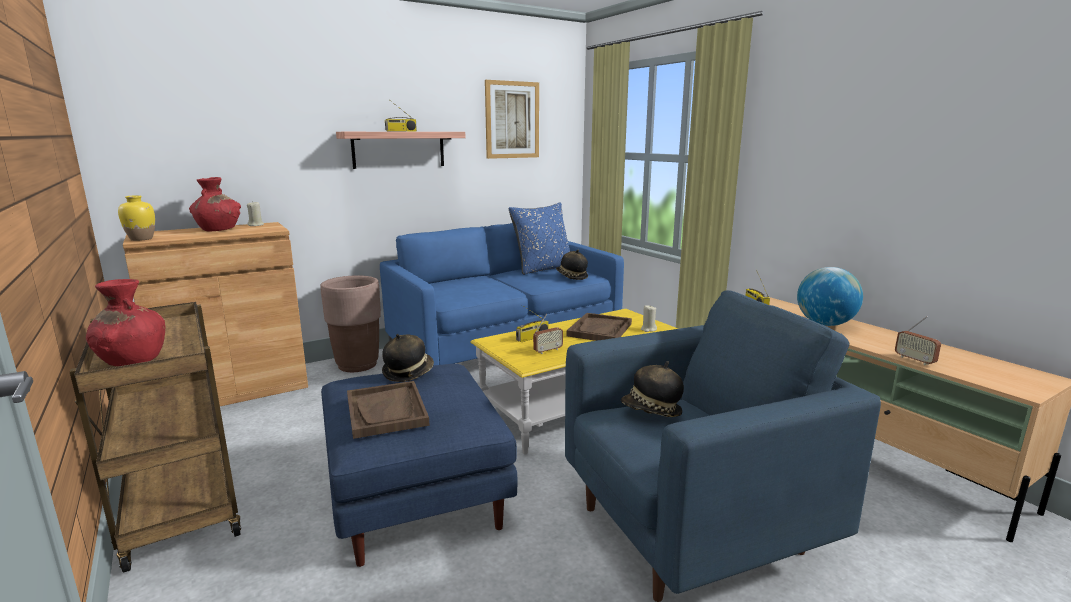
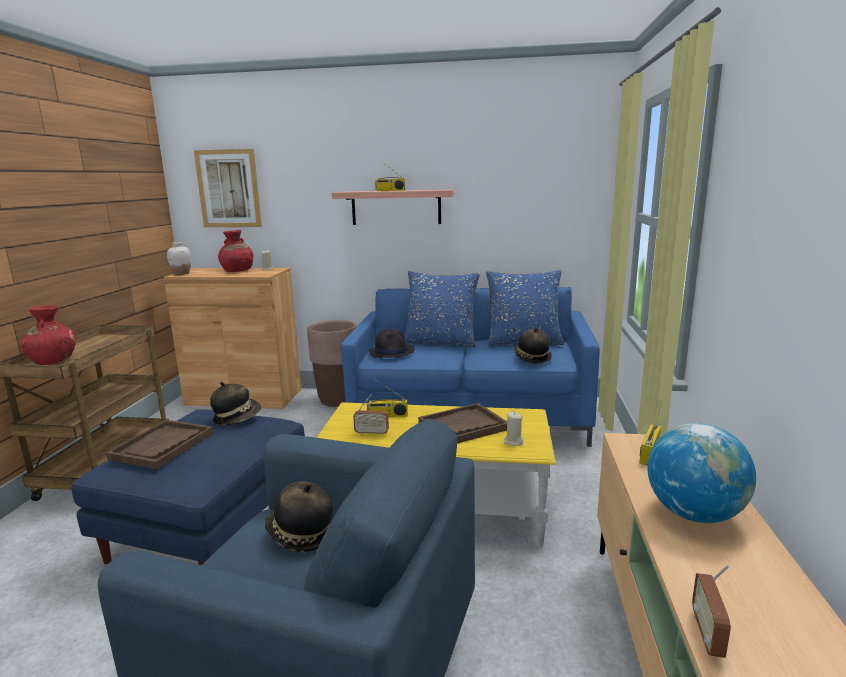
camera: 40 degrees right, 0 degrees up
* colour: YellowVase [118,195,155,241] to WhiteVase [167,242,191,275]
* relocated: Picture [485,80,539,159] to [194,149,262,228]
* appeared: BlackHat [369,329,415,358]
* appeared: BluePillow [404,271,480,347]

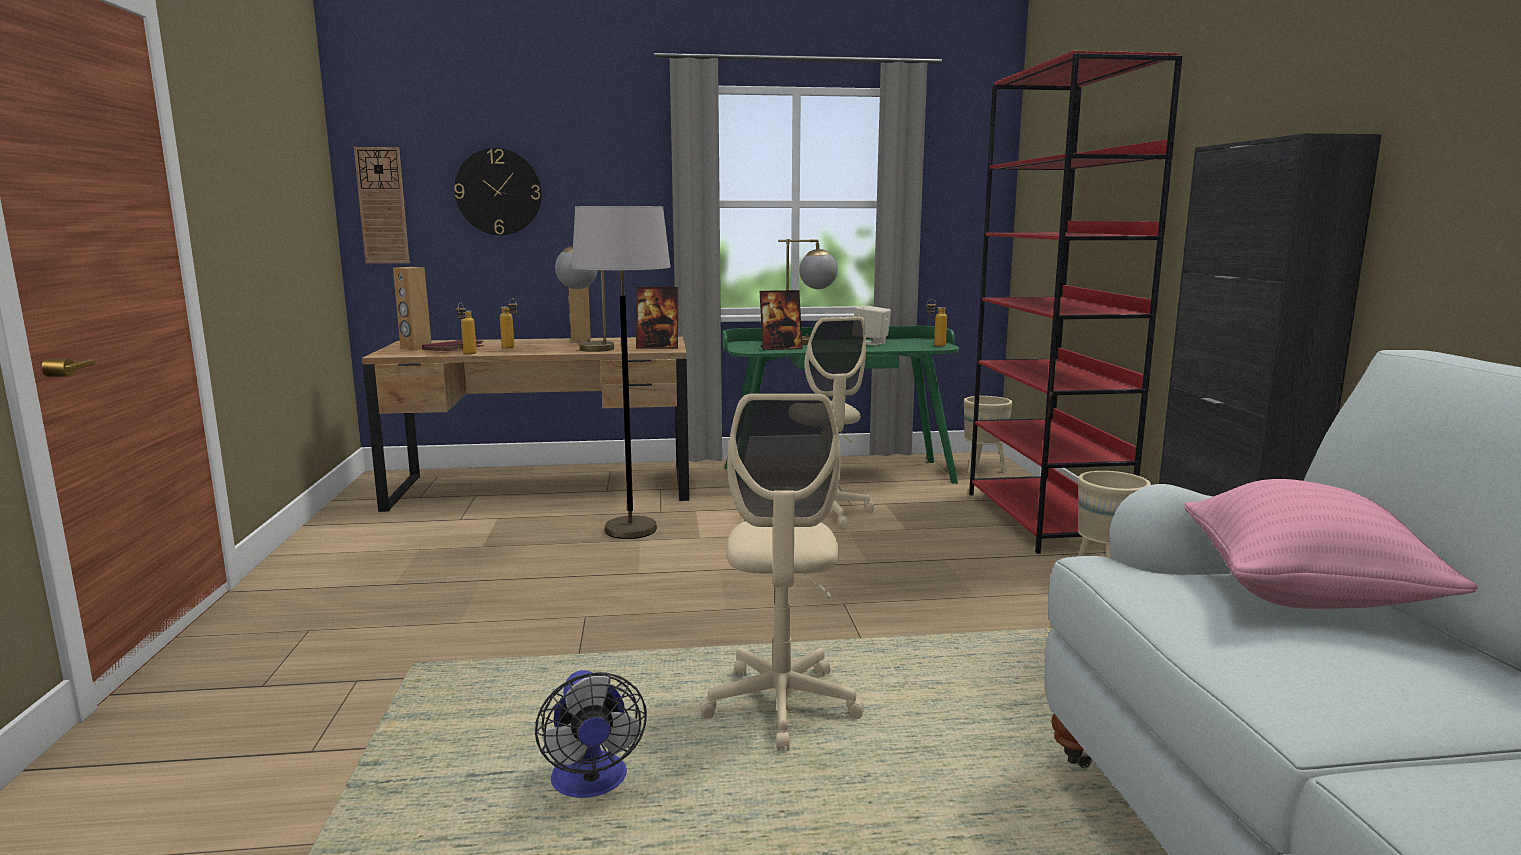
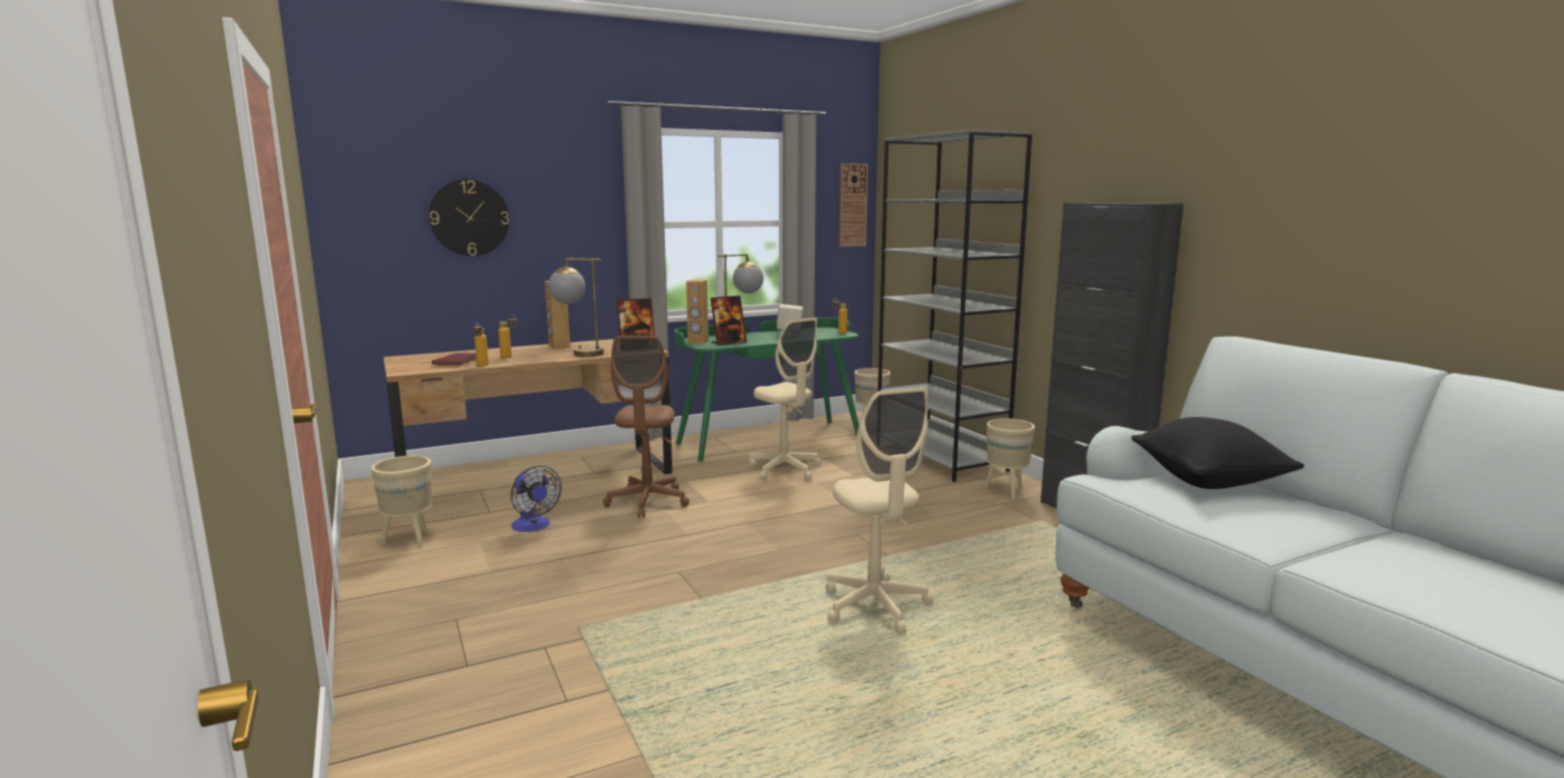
camera: 20 degrees left, 0 degrees up
* relocated: WallClock [354,147,410,264] to [839,163,868,247]
* relocated: BrownSpeaker [393,267,432,350] to [686,280,709,344]
* relocated: Fan [535,670,647,798] to [511,466,562,532]
* exchanged: GreyFloorLamp [572,206,671,539] to BrownOfficeChair [603,336,689,518]
* colour: RedBookcase [969,51,1183,554] to GreyBookcase [878,130,1032,482]
* colour: PinkPillow [1184,479,1478,609] to BlackPillow [1131,417,1304,489]
* appeared: BeigePlanter [371,456,432,548]

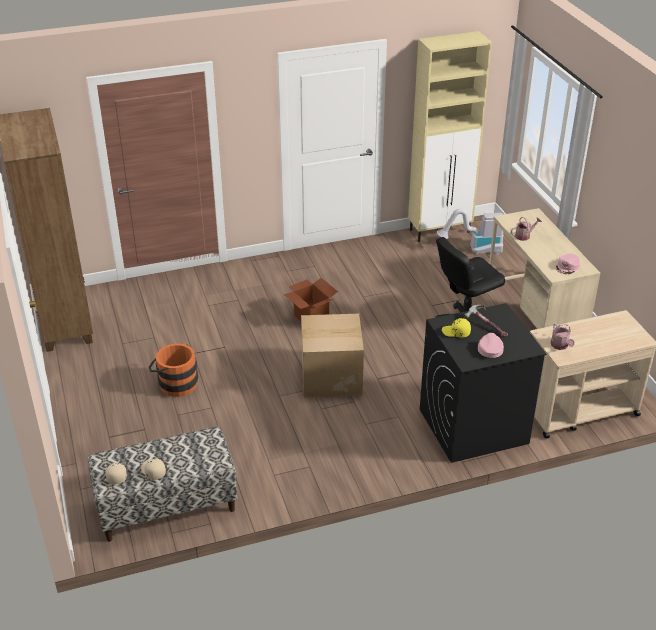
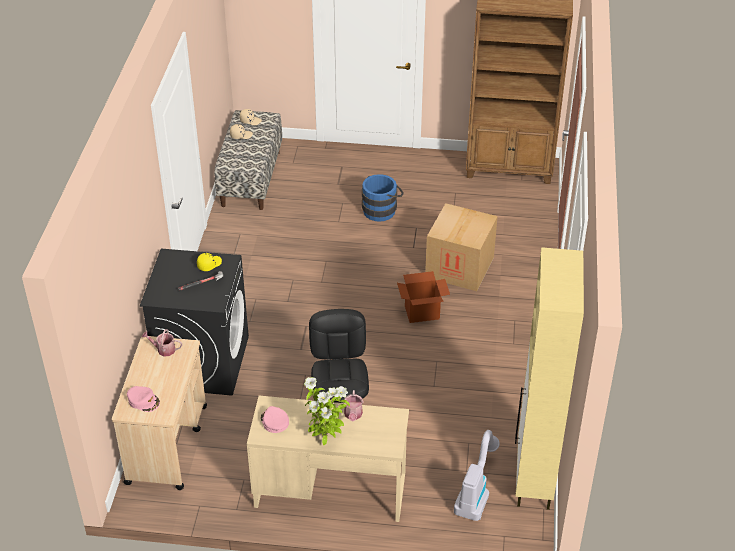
camera: 115 degrees right, 5 degrees up
* colour: OrangeBucket [149,344,198,397] to BlueBucket [362,174,404,222]
* relocated: CardboardBox [301,314,364,398] to [425,203,498,291]
* relocated: PinkCap [478,333,504,358] to [127,386,160,412]
* appeared: PottedPlant [304,377,350,445]

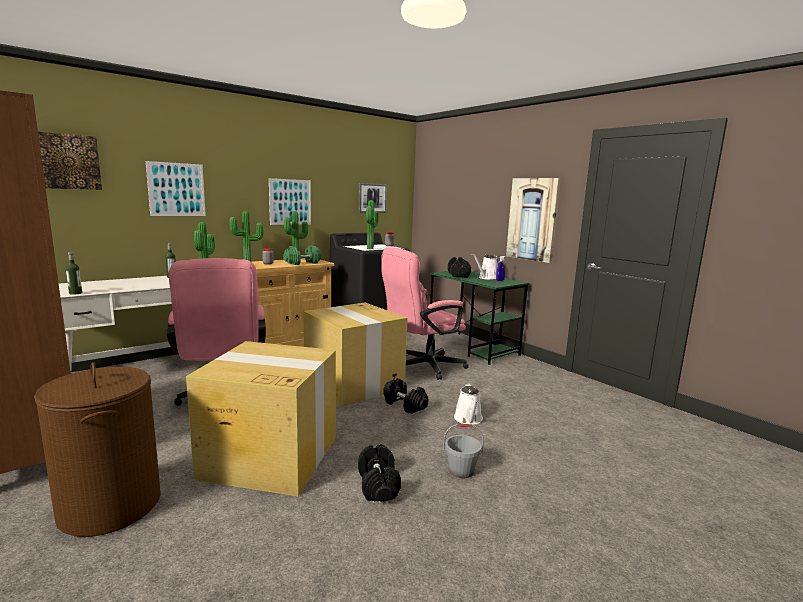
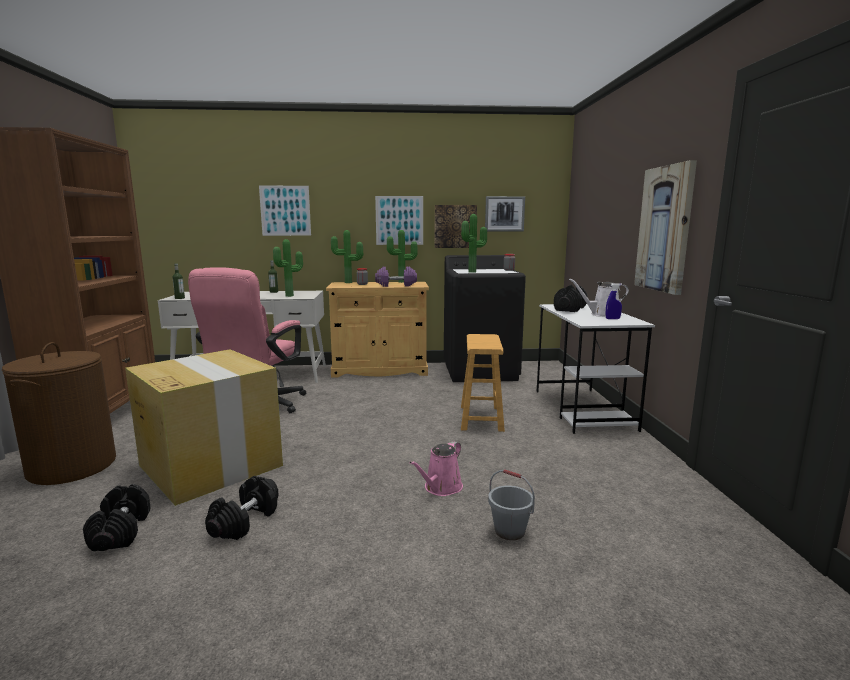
camera: 35 degrees right, 0 degrees up
* relocated: Picture [38,132,102,190] to [435,205,477,248]
* colour: GreenDumbbell [283,245,321,265] to PurpleDumbbell [375,266,417,287]
* missing: CardboardBox [303,303,408,407]
* exchanged: PinkOfficeChair [381,247,469,380] to BrownStool [461,334,505,432]
* relocated: BlackDumbbell [383,378,428,414] to [83,484,151,551]
* colour: GreenDesk [430,271,530,365] to WhiteDesk [536,304,655,434]
* relocated: GreyBucket [443,423,484,478] to [488,469,535,540]
* colour: WhiteWateringCan [454,383,483,425] to PinkWateringCan [410,441,463,496]

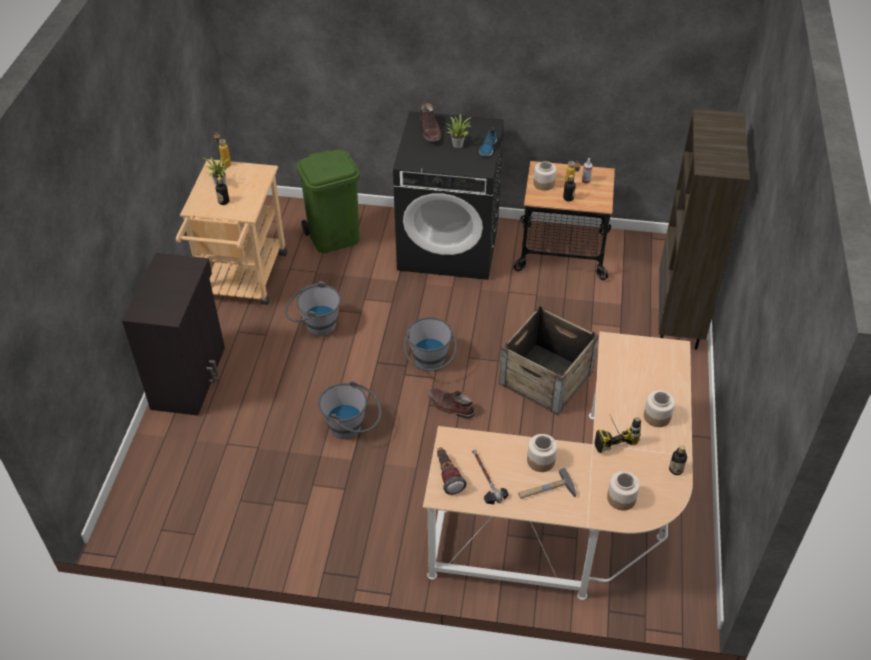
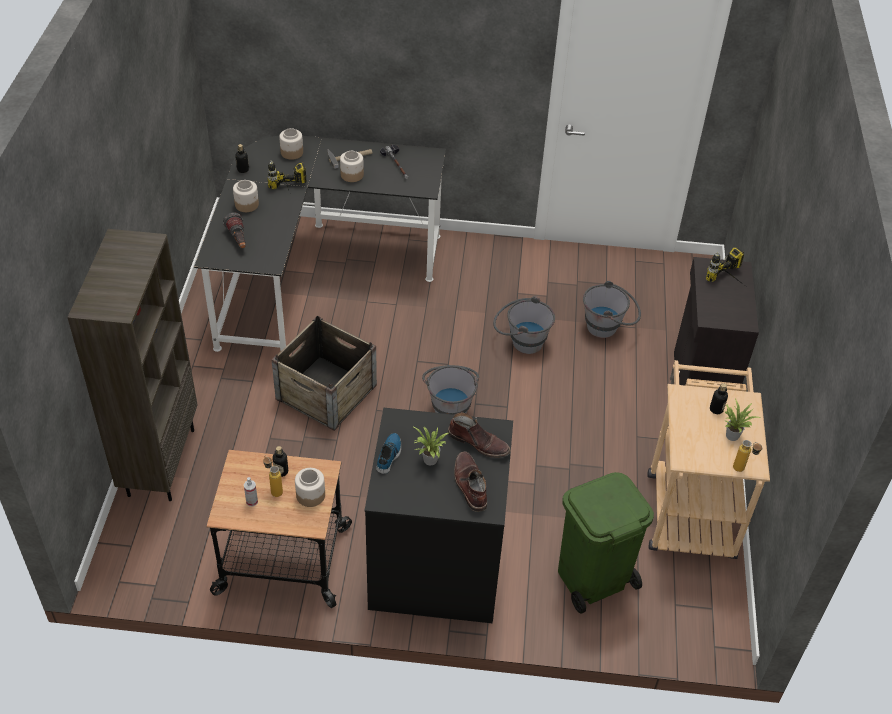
camera: 175 degrees right, 0 degrees up
* relocated: GreyBucket [285,281,341,336] to [583,281,641,338]
* colour: BeigeDesk [423,332,693,600] to BlackDesk [194,136,446,352]
* relocated: BrownBoot [428,388,475,419] to [447,412,511,458]
* relocated: Flashlight [437,447,467,495] to [223,212,246,248]
* appeared: PowerDrill [706,247,744,285]

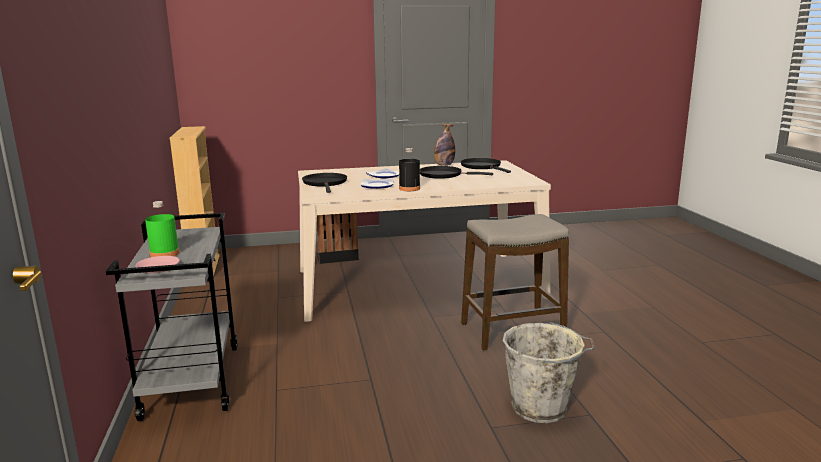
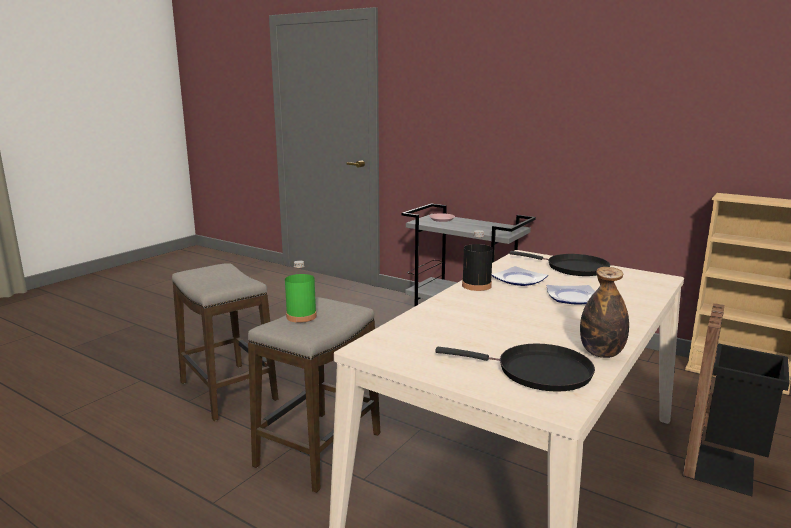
camera: 135 degrees right, 0 degrees up
* relocated: GreenBottle [145,201,180,257] to [285,260,317,323]
* missing: BlackFryingPan [420,166,493,179]
* exchanged: GreyBucket [503,322,595,423] to Stool [172,263,278,421]

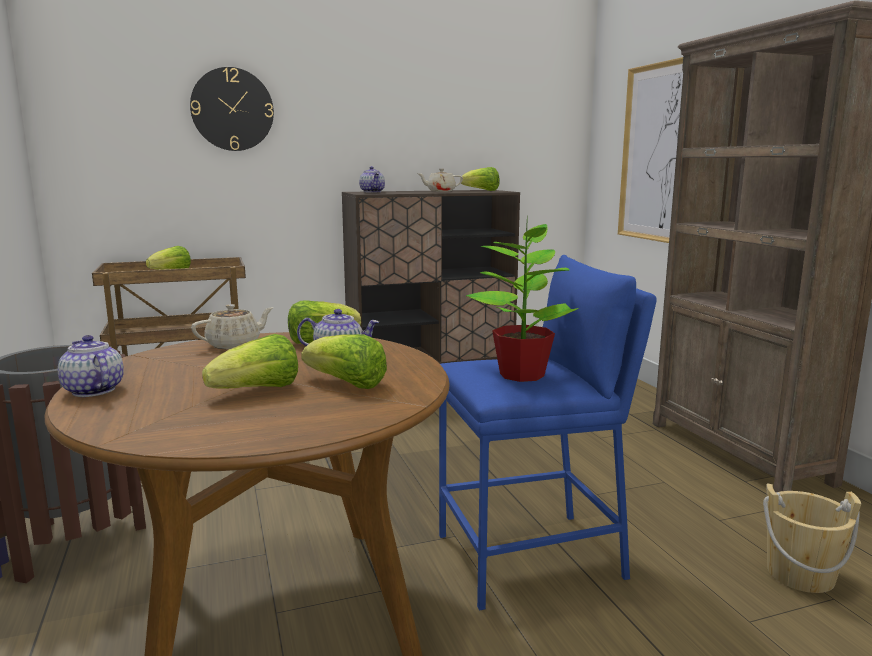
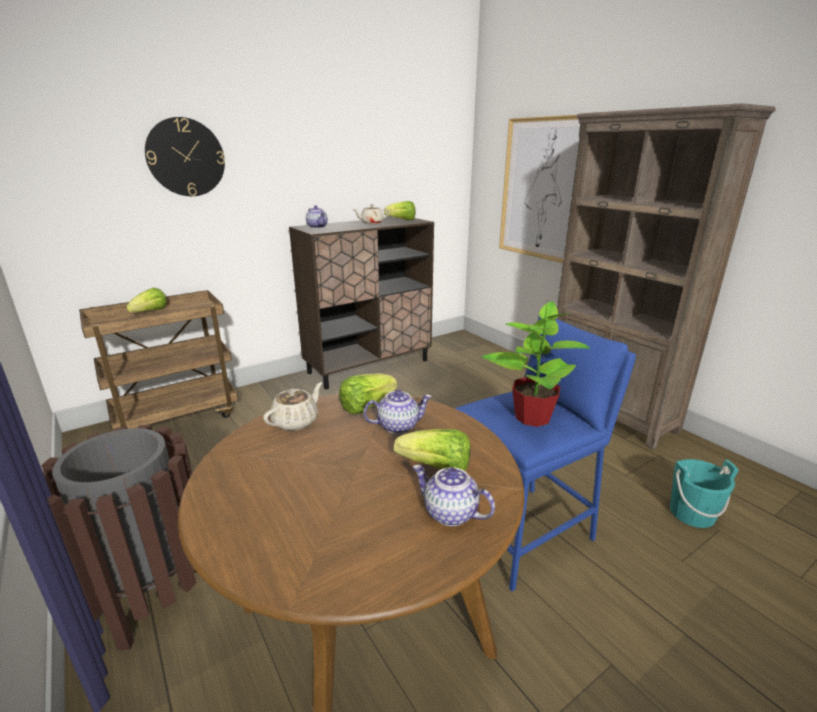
camera: 15 degrees left, 10 degrees up
* relocated: Teapot [58,335,124,397] to [413,465,495,526]
* missing: Lettuce [202,334,298,389]
* colour: BeigeBucket [763,483,861,593] to TurquoiseBucket [670,459,738,528]

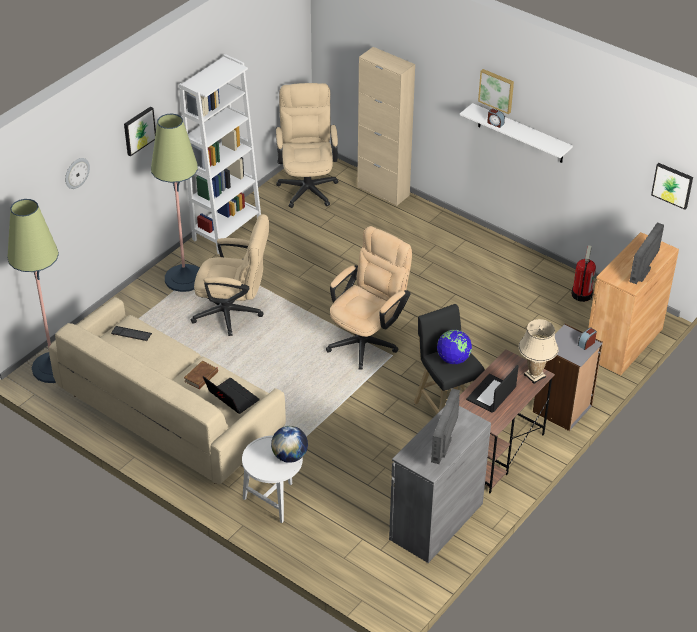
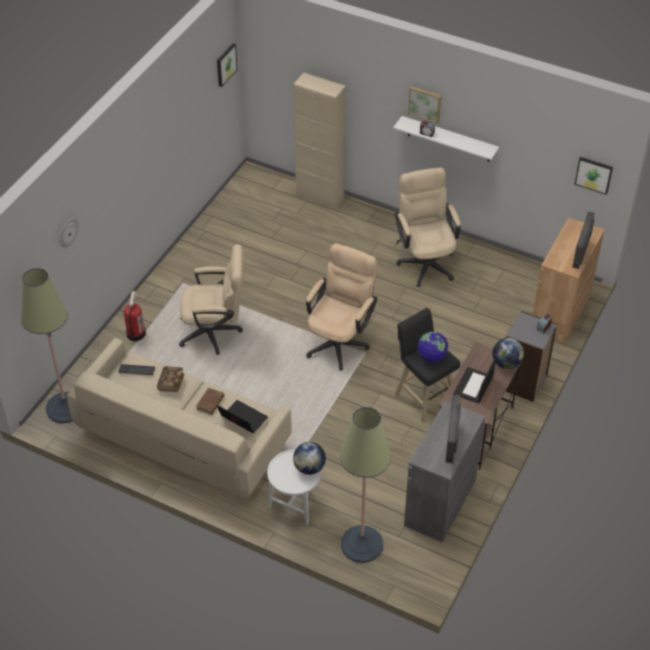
camera: 10 degrees left, 5 degrees up
* relocated: Picture [124,107,156,156] to [217,43,237,87]
* relocated: FloorLamp [151,114,199,292] to [340,407,391,563]
* missing: WhiteBookcase [179,54,261,254]
* relocated: BeigeOfficeChair [276,83,339,208] to [395,167,461,287]
* exchanged: BeigeTableLamp [518,319,559,384] to Globe [492,338,524,369]
* relocated: FireExtinguisher [572,245,596,302] to [124,291,146,341]
* appeared: Book [157,366,184,392]

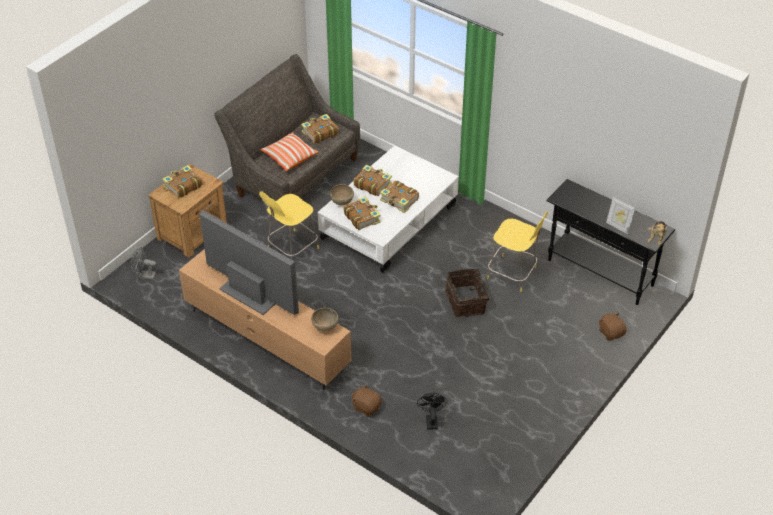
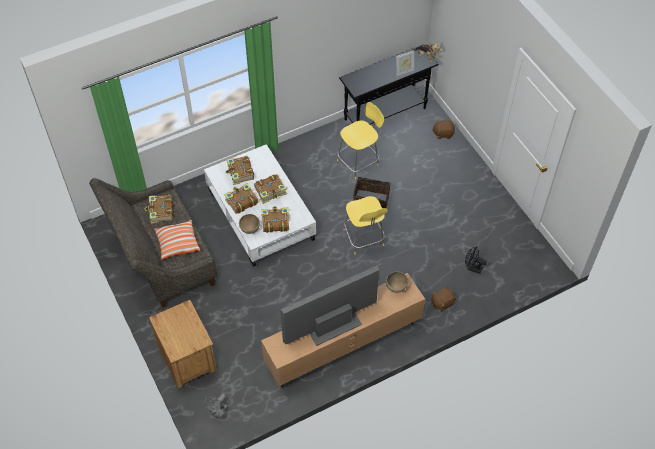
camera: 65 degrees left, 10 degrees up
* relocated: Book [162,165,203,198] to [225,156,254,185]
* relocated: YellowStool [259,191,319,260] to [343,196,388,255]

